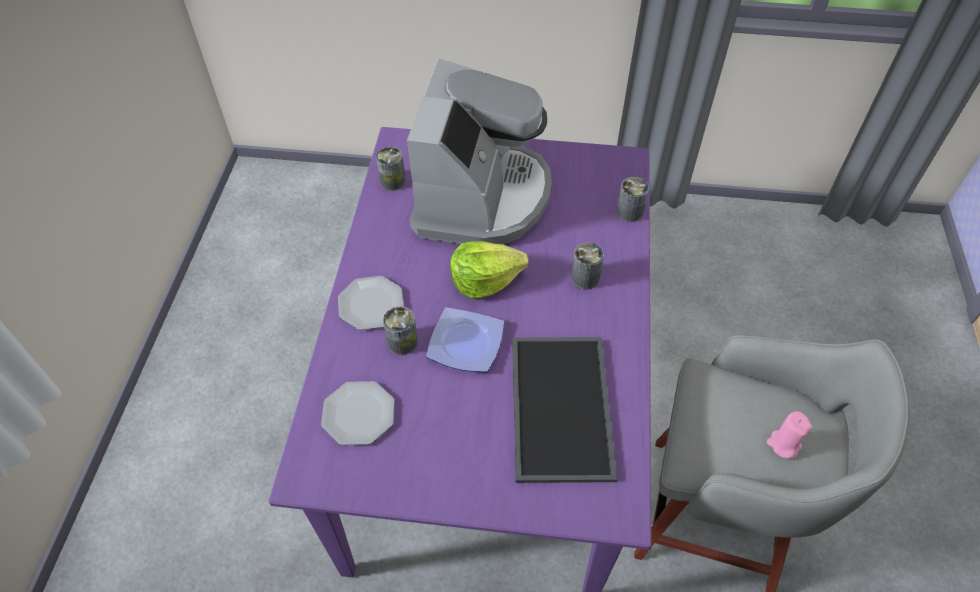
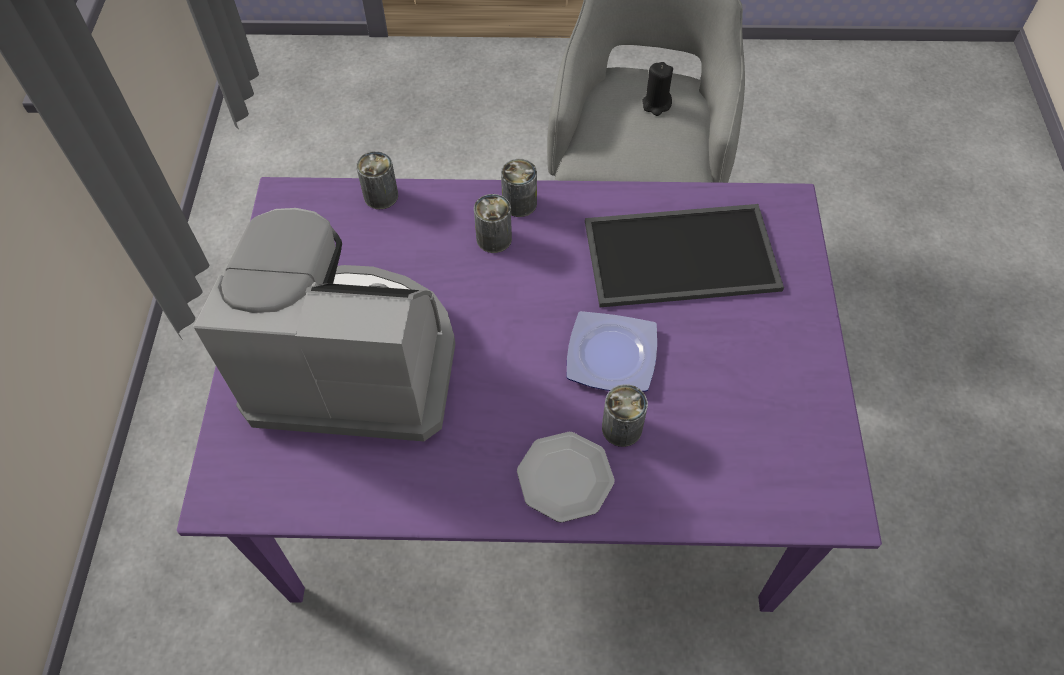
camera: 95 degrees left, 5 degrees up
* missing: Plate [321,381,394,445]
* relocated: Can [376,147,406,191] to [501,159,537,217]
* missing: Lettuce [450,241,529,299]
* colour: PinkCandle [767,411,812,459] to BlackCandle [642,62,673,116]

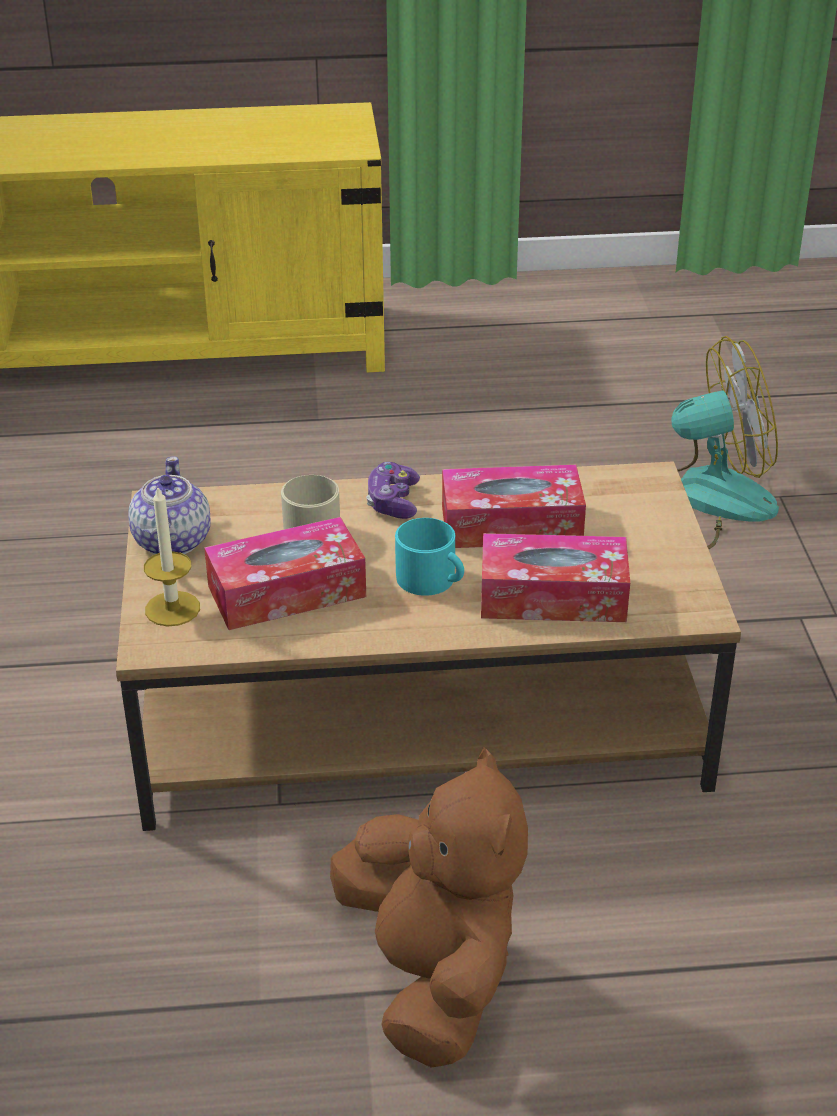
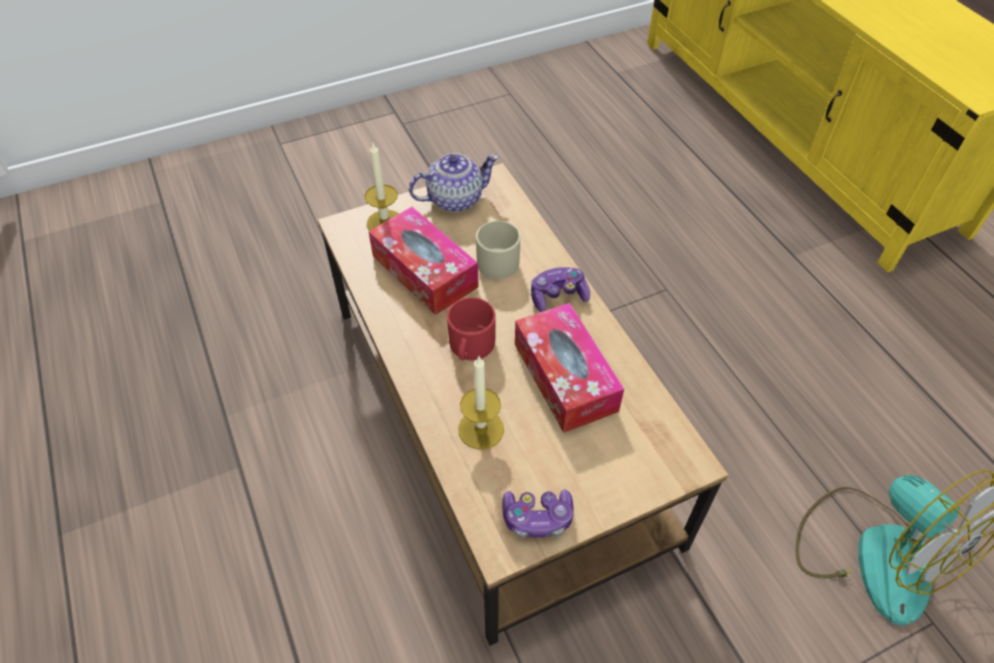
camera: 70 degrees right, 15 degrees up
* missing: BrownPlushToy [330,748,528,1067]
* colour: TurquoiseMug [395,518,464,596] to RedMug [447,297,496,360]
* exchanged: TissueBox [481,533,630,622] to Candle [458,357,504,450]
* appeared: GameController [502,489,574,538]

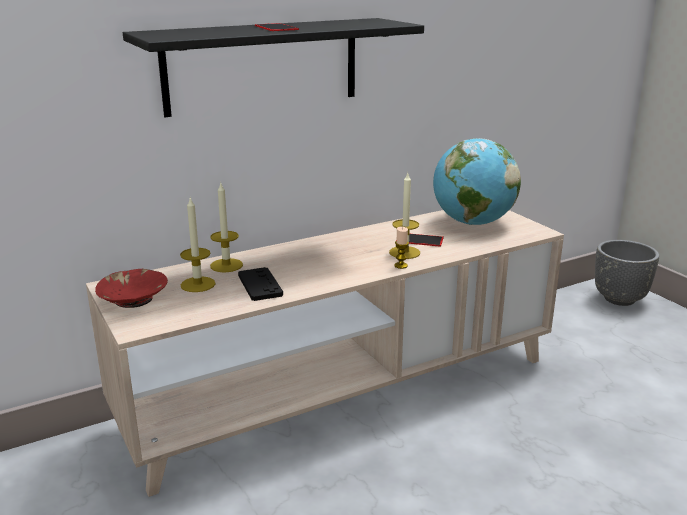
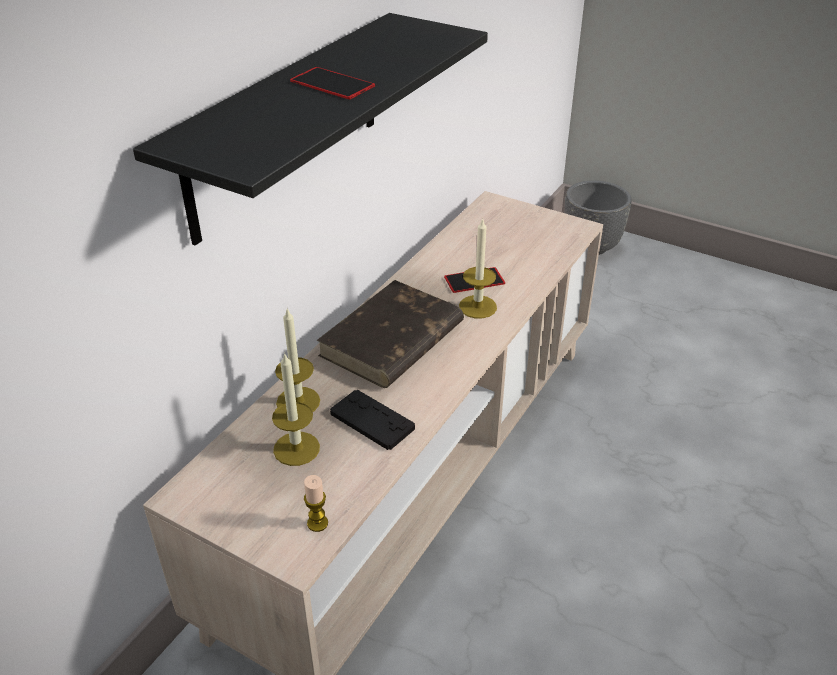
camera: 30 degrees left, 15 degrees up
* missing: RedBowl [95,269,168,308]
* relocated: Candle [394,227,409,269] to [304,475,328,532]
* missing: Globe [433,138,521,225]
* appeared: BrownBook [316,280,464,388]

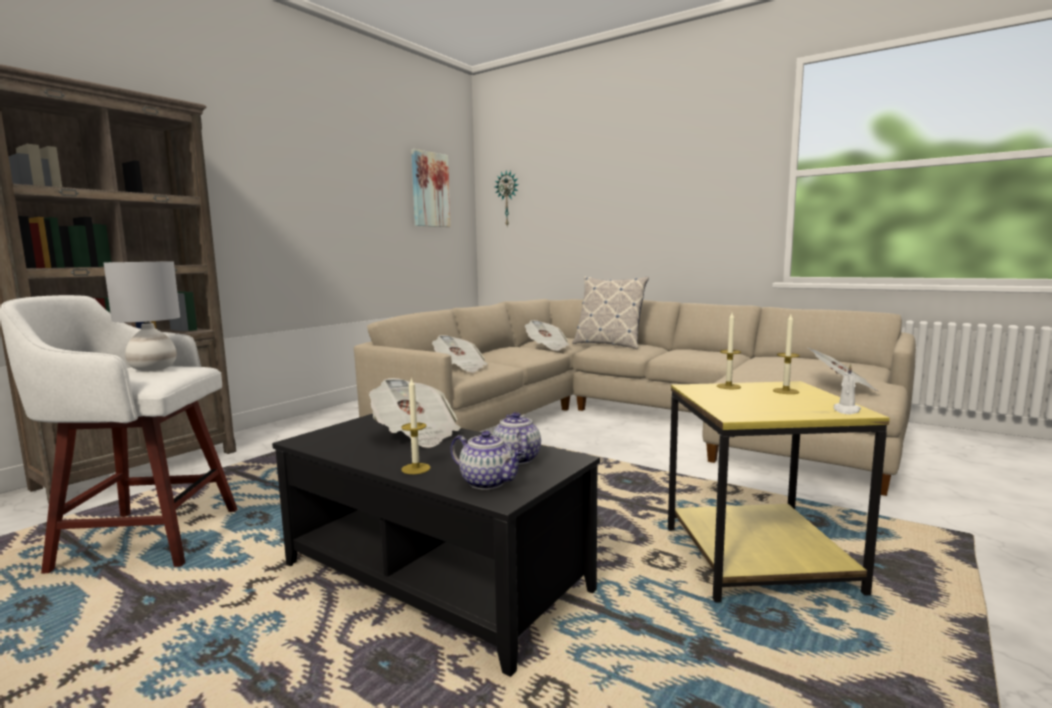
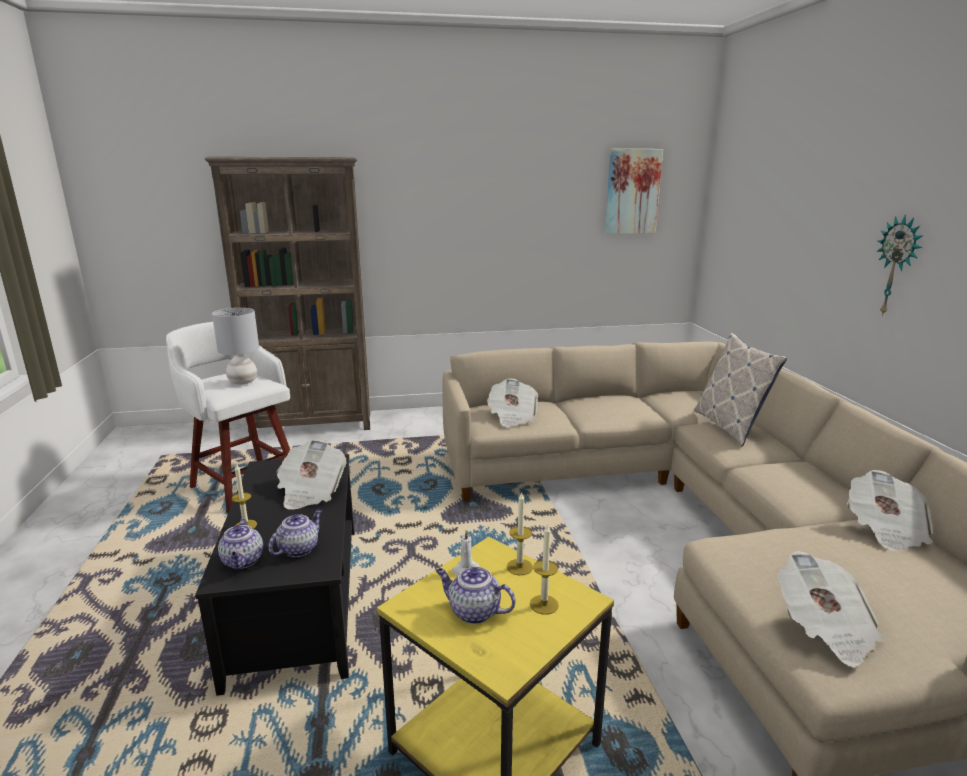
camera: 45 degrees right, 10 degrees up
* relocated: WallClock [495,170,519,226] to [876,215,922,316]
* relocated: Newspaper [525,320,570,351] to [847,470,933,551]
* relocated: WhiteCandle [834,363,861,414] to [451,531,479,575]
* appeared: Teapot [436,567,516,624]

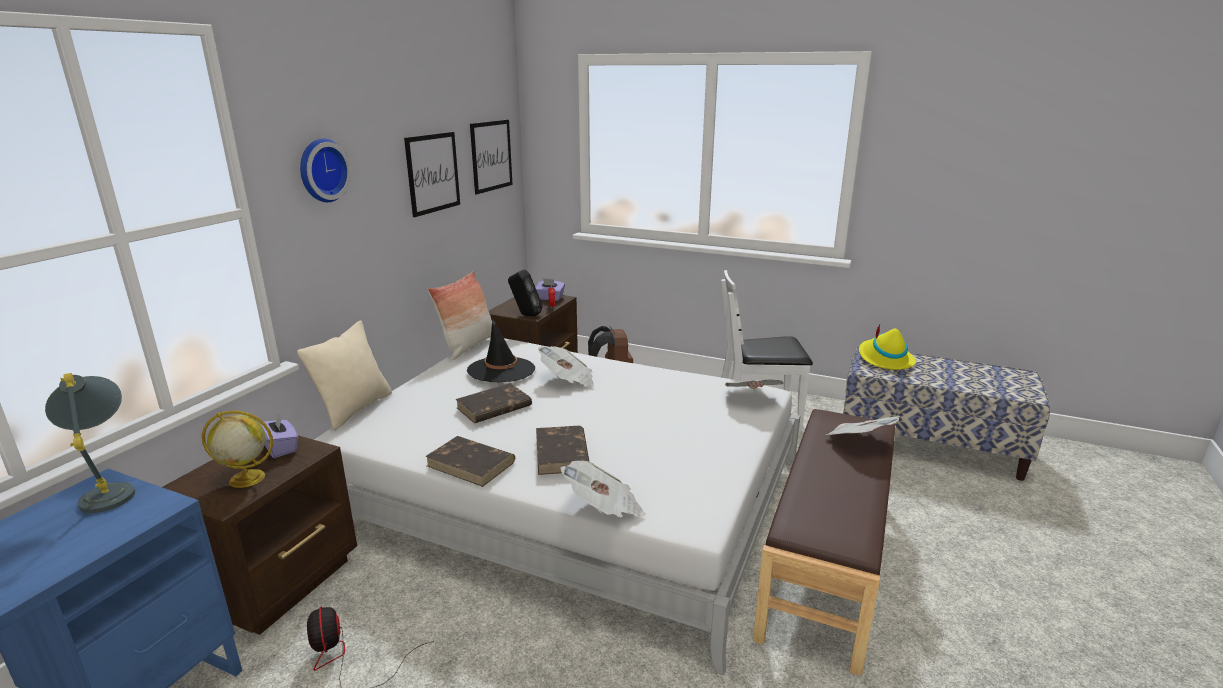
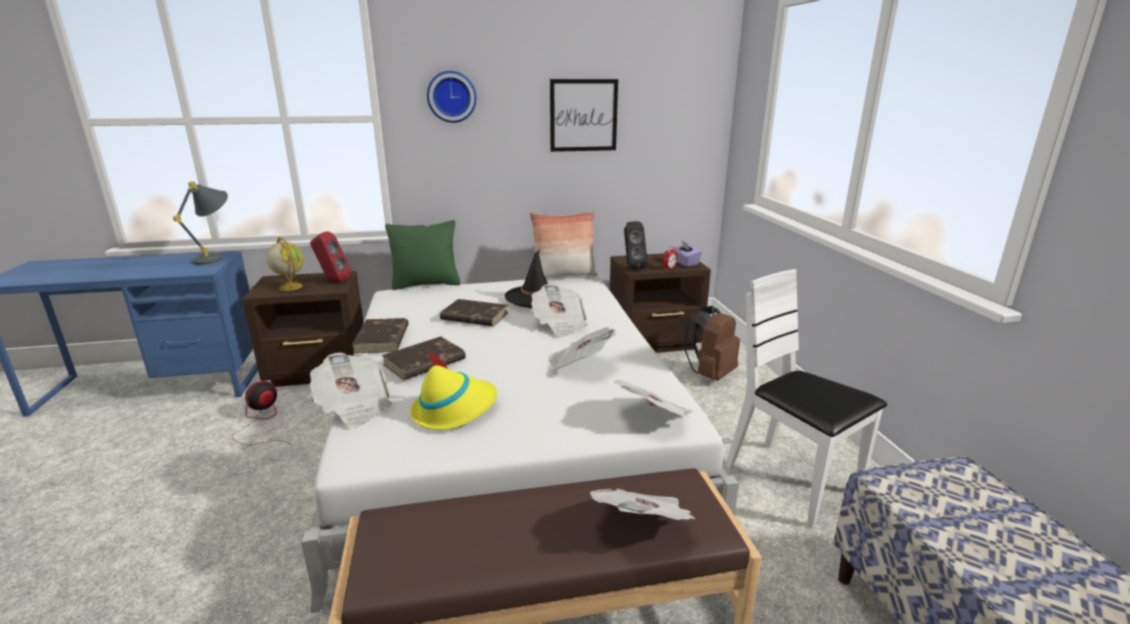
camera: 55 degrees right, 0 degrees up
* exchanged: PurpleTissueBox [260,414,298,458] to RedSpeaker [310,231,352,282]
* colour: BeigePillow [297,320,392,430] to GreenPillow [385,220,461,290]
* missing: Picture [470,120,513,194]
* relocated: YellowHat [859,325,916,370] to [410,350,497,430]
* appeared: Newspaper [548,327,615,371]

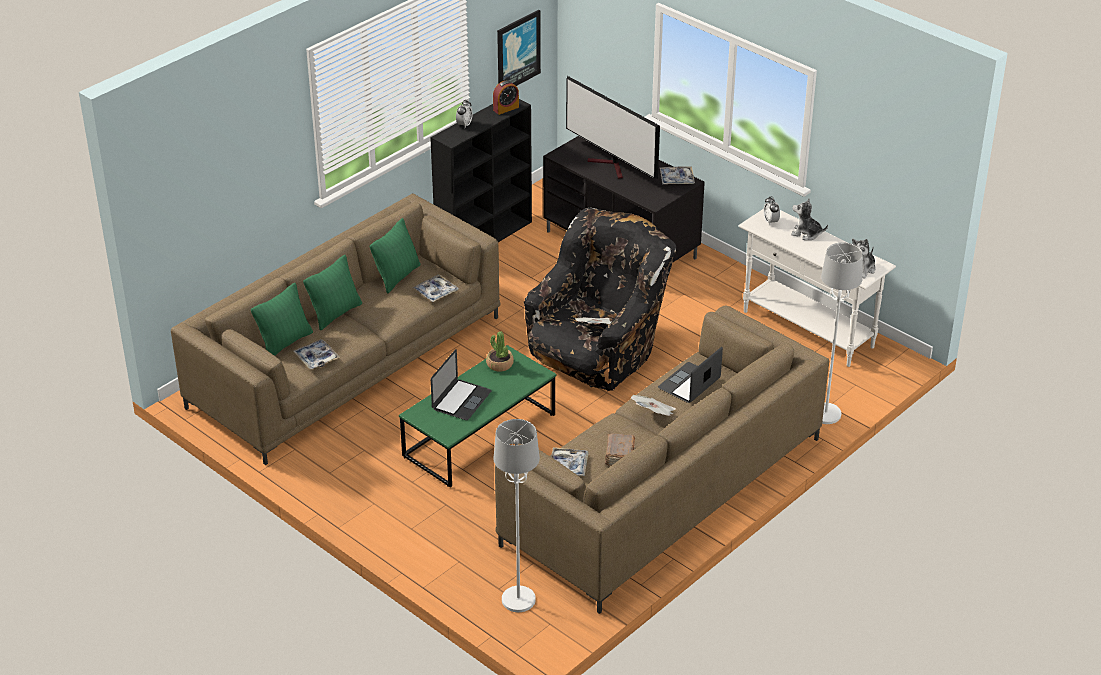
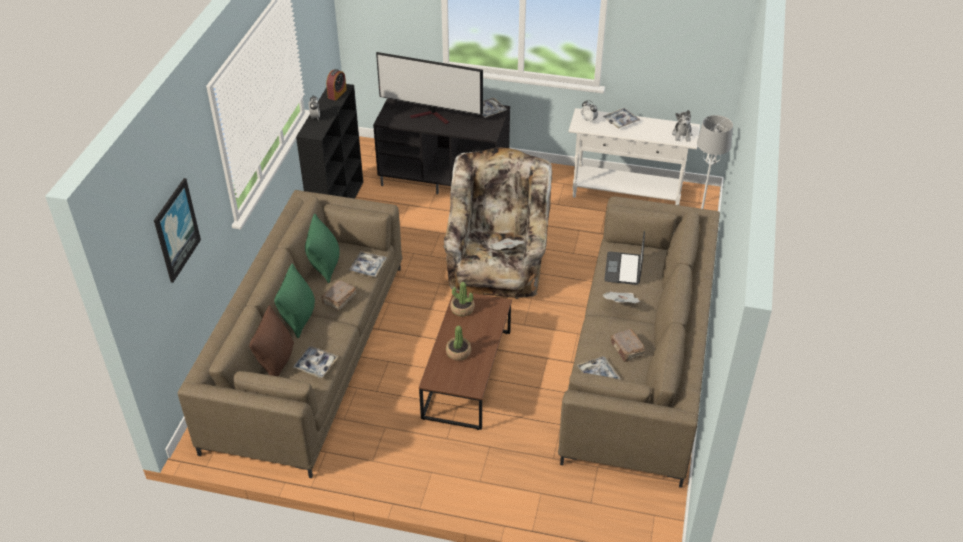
camera: 30 degrees left, 5 degrees up
* colour: GreenPillow [251,283,313,356] to BrownPillow [249,305,294,377]
* colour: GreenCoffeeTable [399,345,556,487] to BrownCoffeeTable [419,291,512,430]
* exchanged: Laptop [431,349,492,420] to PottedPlant [446,326,471,360]
* missing: WhiteFloorLamp [493,419,540,612]
* relocated: Picture [497,10,541,86] to [154,178,201,283]
* colour: BlackArmchair [524,208,677,391] to BeigeArmchair [443,148,552,299]
* exchanged: PlushToy [791,199,828,240] to Tray [603,108,640,129]
* appeared: BrownBook [321,280,356,311]

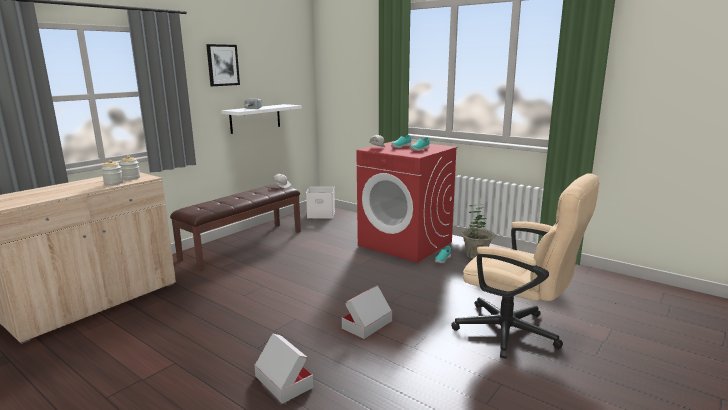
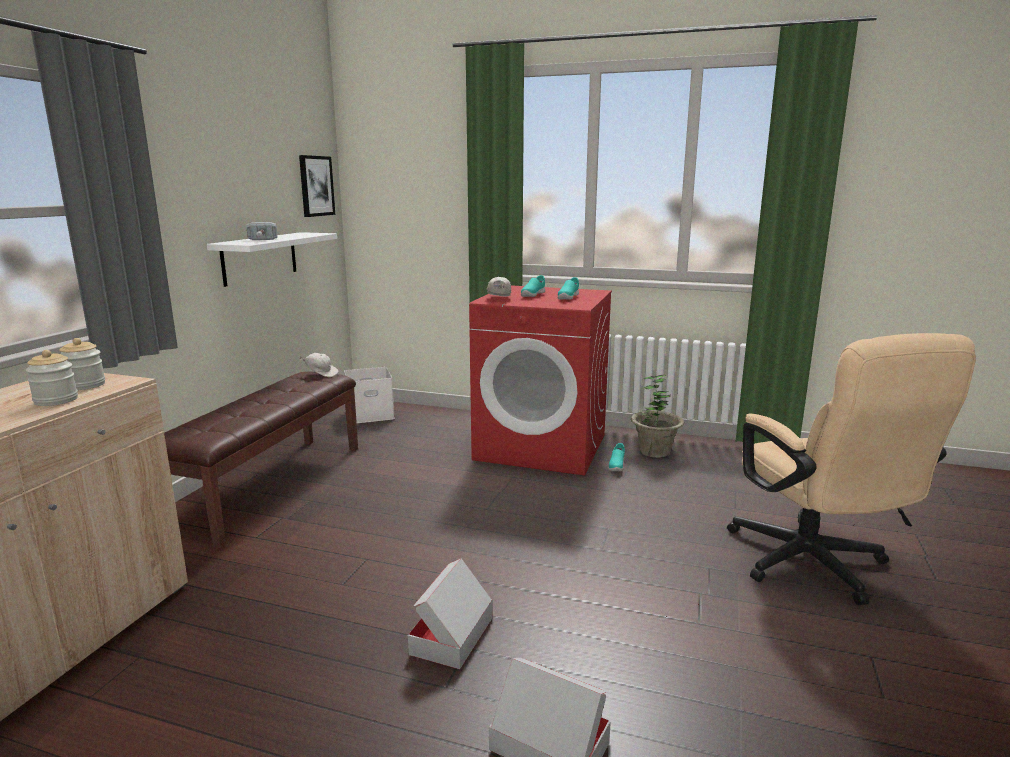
camera: 20 degrees left, 0 degrees up
* relocated: Picture [206,44,240,86] to [299,155,335,217]
* relocated: CardboardBox [342,285,392,339] to [408,558,493,669]
* spun: BeigeOfficeChair [451,174,599,359] = [727,333,976,605] 60 degrees clockwise

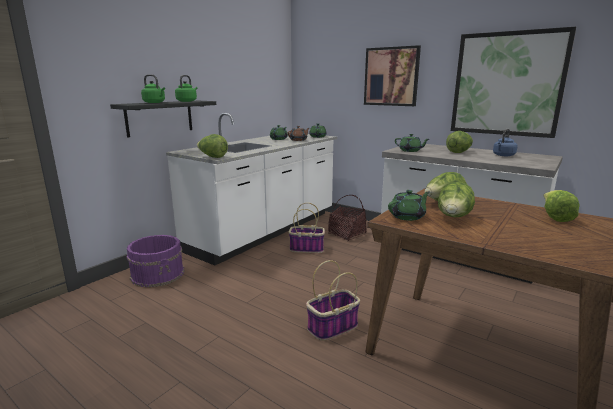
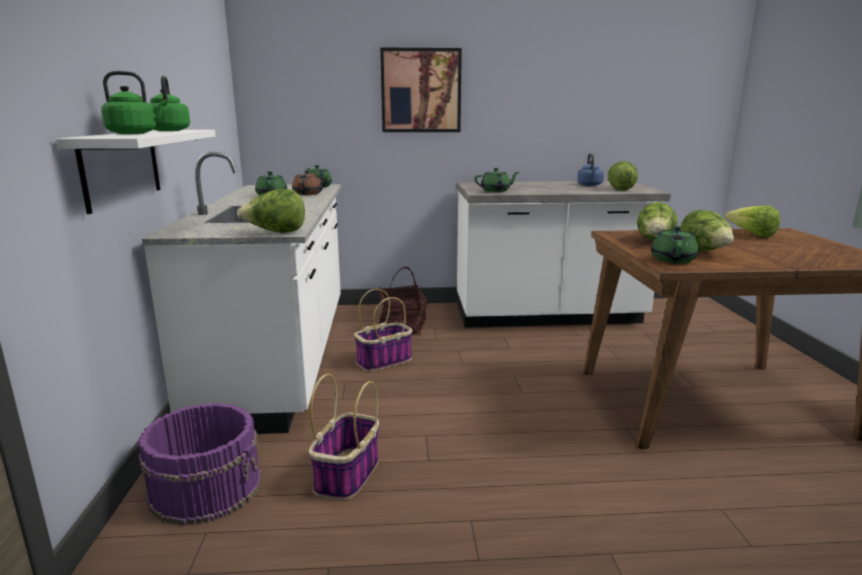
camera: 40 degrees left, 0 degrees up
* colour: BlackShelf [110,101,216,138] to WhiteShelf [56,130,216,214]
* relocated: Basket [306,260,360,341] to [309,374,379,500]
* relocated: Lettuce [446,131,473,153] to [608,161,638,191]
* missing: Picture [451,27,576,138]

